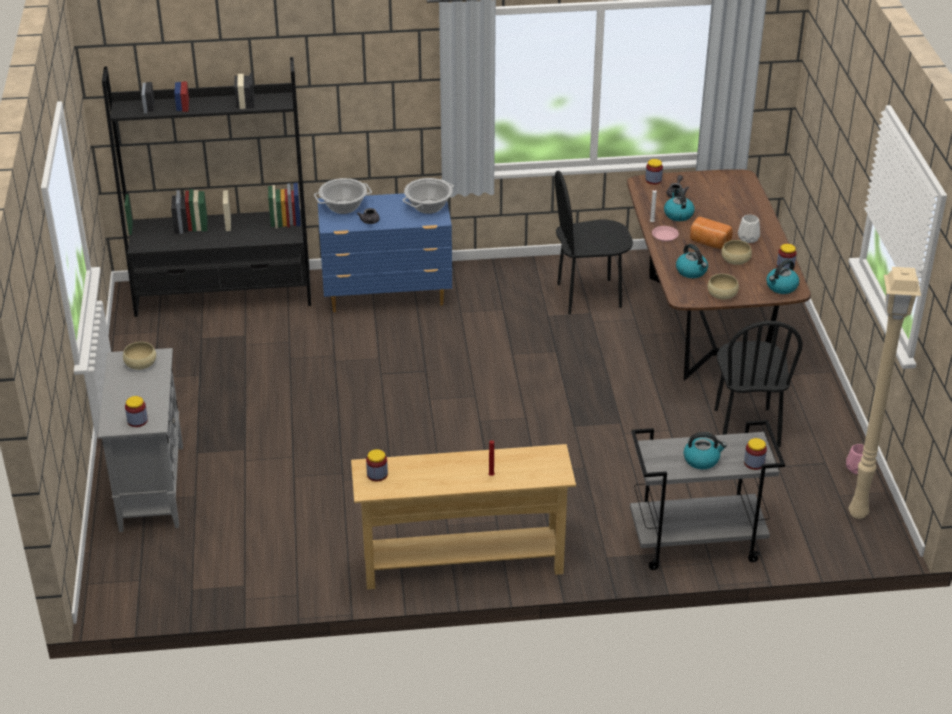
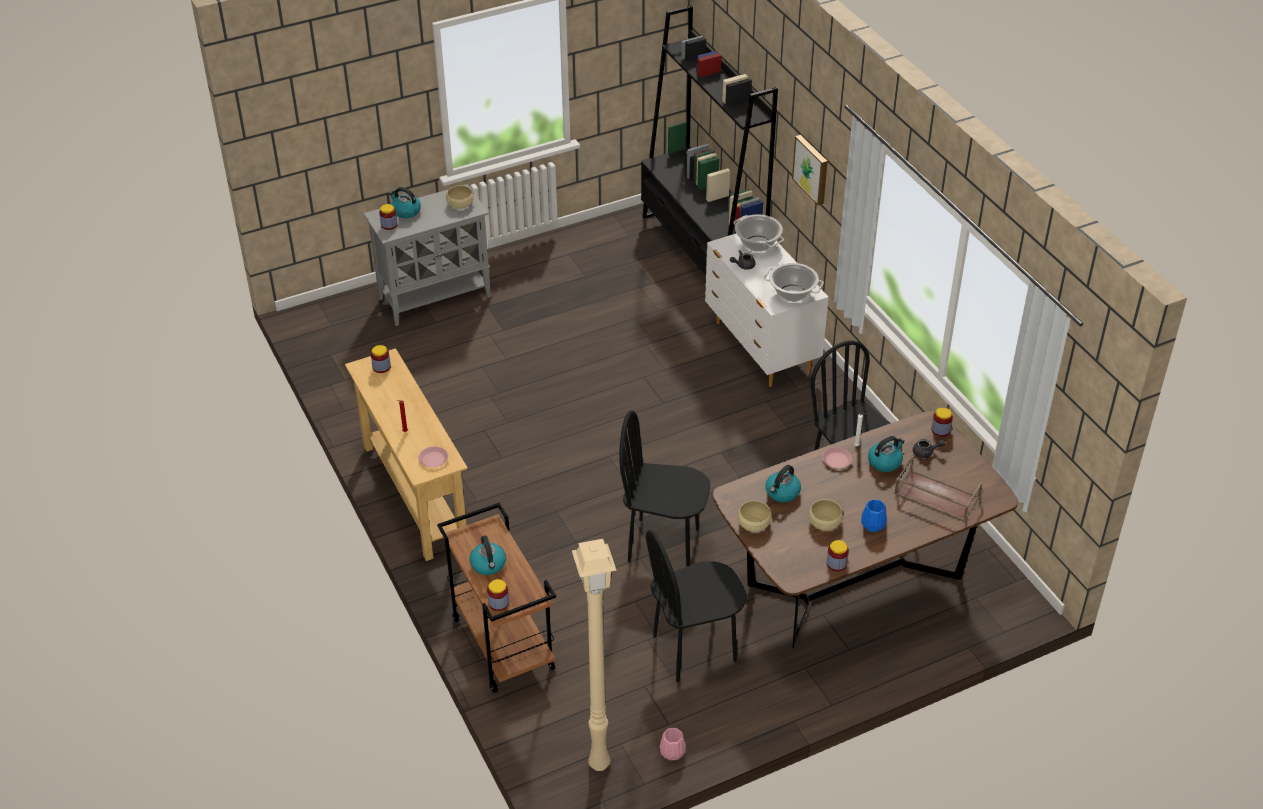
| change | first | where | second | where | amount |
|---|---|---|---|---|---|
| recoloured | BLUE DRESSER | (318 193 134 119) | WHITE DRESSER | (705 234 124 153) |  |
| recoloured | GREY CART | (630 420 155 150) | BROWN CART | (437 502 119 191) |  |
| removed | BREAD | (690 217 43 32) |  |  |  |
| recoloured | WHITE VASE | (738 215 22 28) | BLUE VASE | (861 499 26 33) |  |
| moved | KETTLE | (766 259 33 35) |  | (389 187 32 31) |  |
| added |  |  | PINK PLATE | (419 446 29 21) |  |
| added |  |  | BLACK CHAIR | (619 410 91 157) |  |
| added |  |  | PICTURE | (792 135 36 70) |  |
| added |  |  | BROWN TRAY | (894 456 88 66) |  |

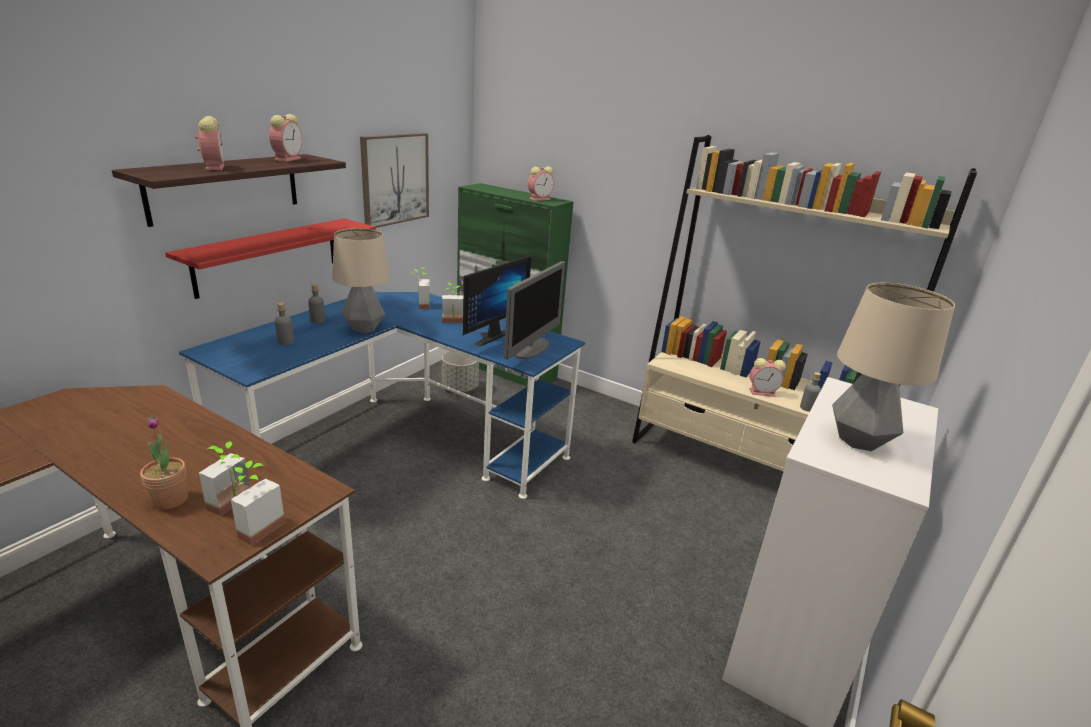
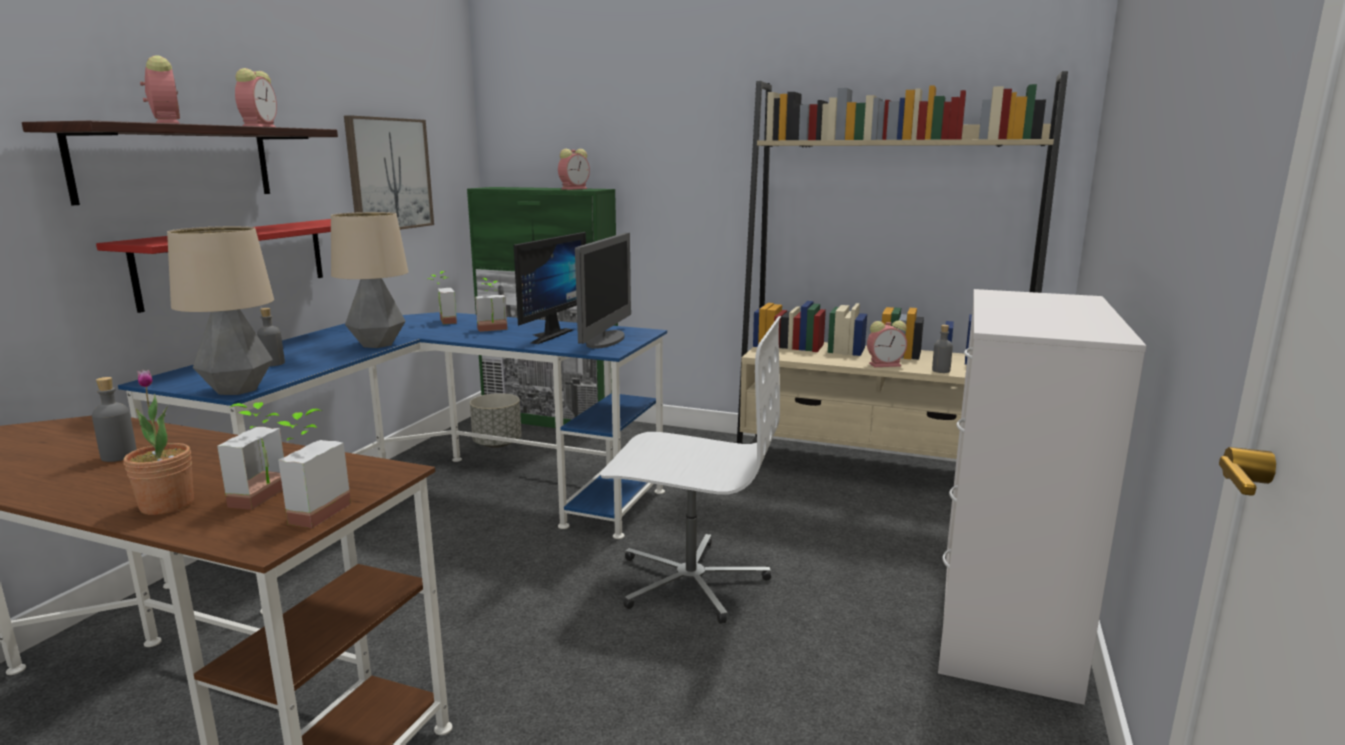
| change | first | where | second | where | amount |
|---|---|---|---|---|---|
| moved | GREY BOTTLE | (308 284 17 40) |  | (92 377 45 85) |  |
| moved | TABLE LAMP | (832 283 123 168) |  | (167 226 107 169) |  |
| added |  |  | WHITE OFFICE CHAIR | (601 316 180 308) |  |

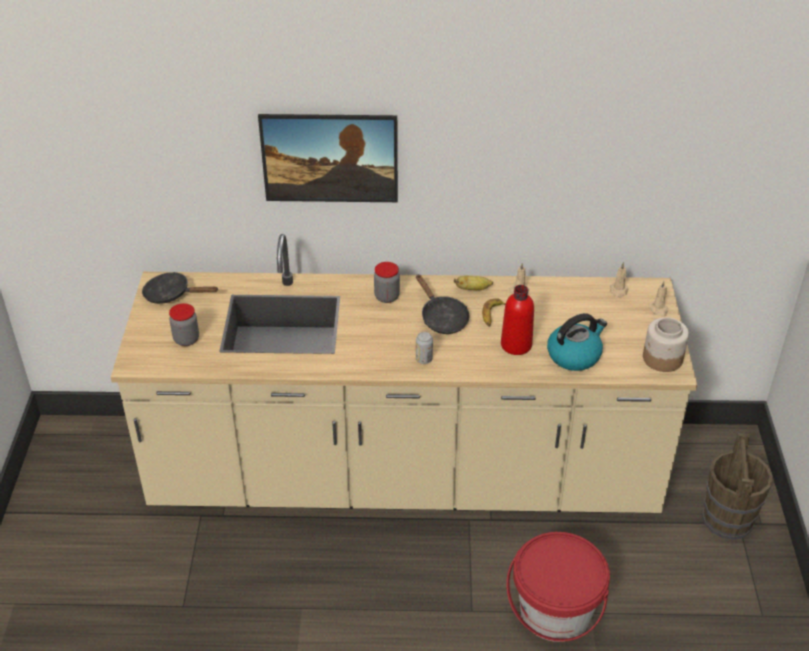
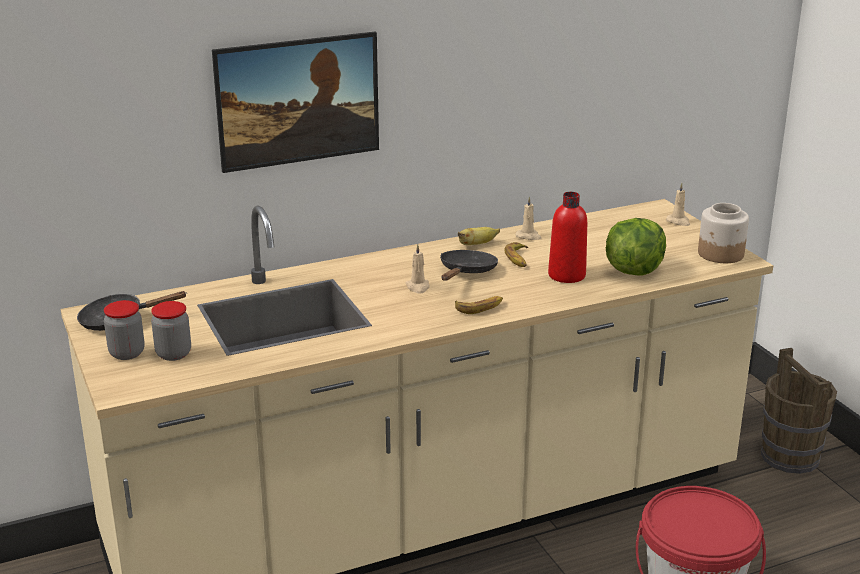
| change | first | where | second | where | amount |
|---|---|---|---|---|---|
| moved | JAR | (374 262 26 41) |  | (104 300 40 60) |  |
| turned | BLACK FRYING PAN | (416 274 53 60) |  | (440 250 58 31) | 105 degrees counterclockwise |
| replaced | CAN | (416 332 17 32) | BANANA | (455 296 48 18) |  |
| replaced | KETTLE | (547 313 60 58) | LETTUCE | (606 218 60 58) |  |
| moved | BEIGE CANDLE | (610 262 19 36) |  | (405 244 25 49) |  |

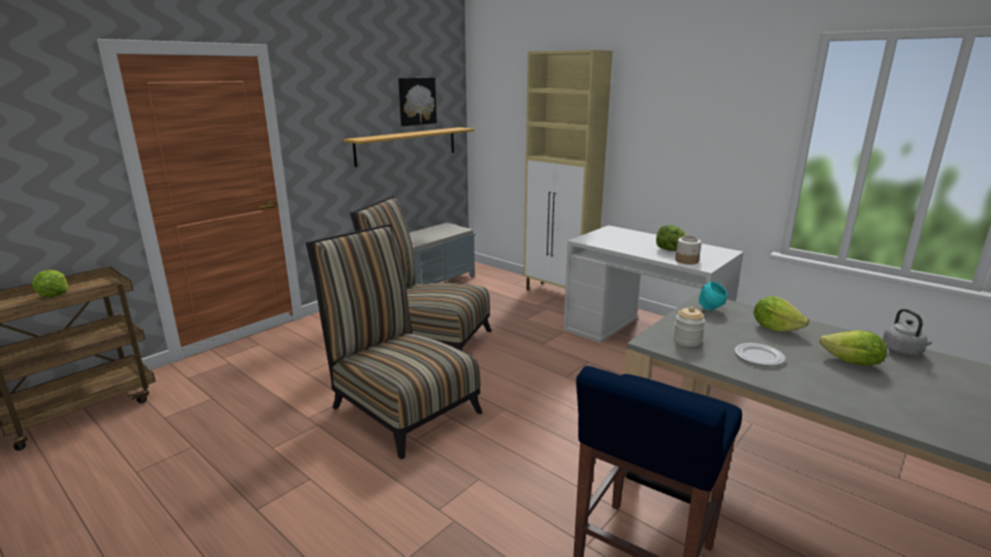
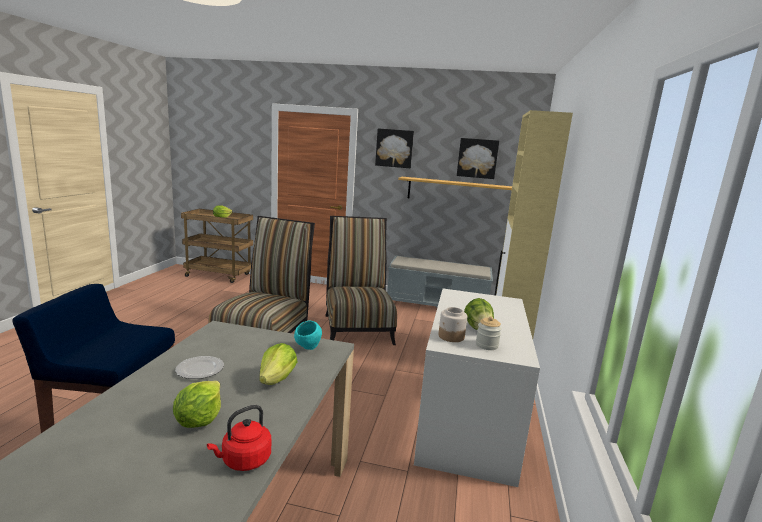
| change | first | where | second | where | amount |
|---|---|---|---|---|---|
| moved | JAR | (673 307 32 40) |  | (476 316 26 34) |  |
| recoloured | GREY KETTLE | (883 309 49 47) | RED KETTLE | (207 405 64 66) |  |
| added |  |  | PICTURE | (375 128 39 40) |  |

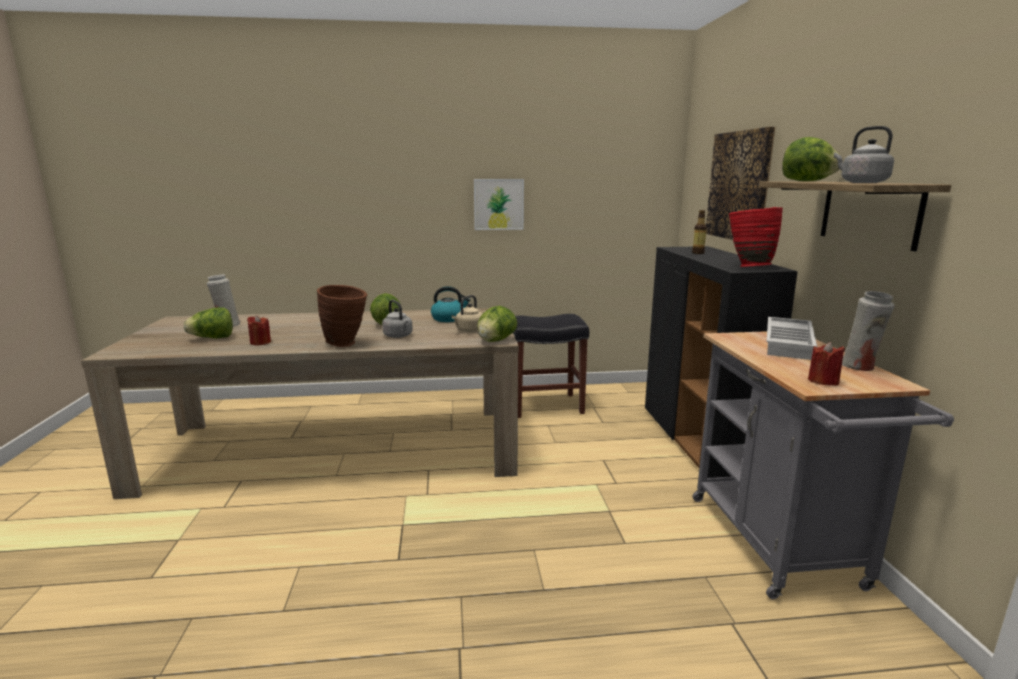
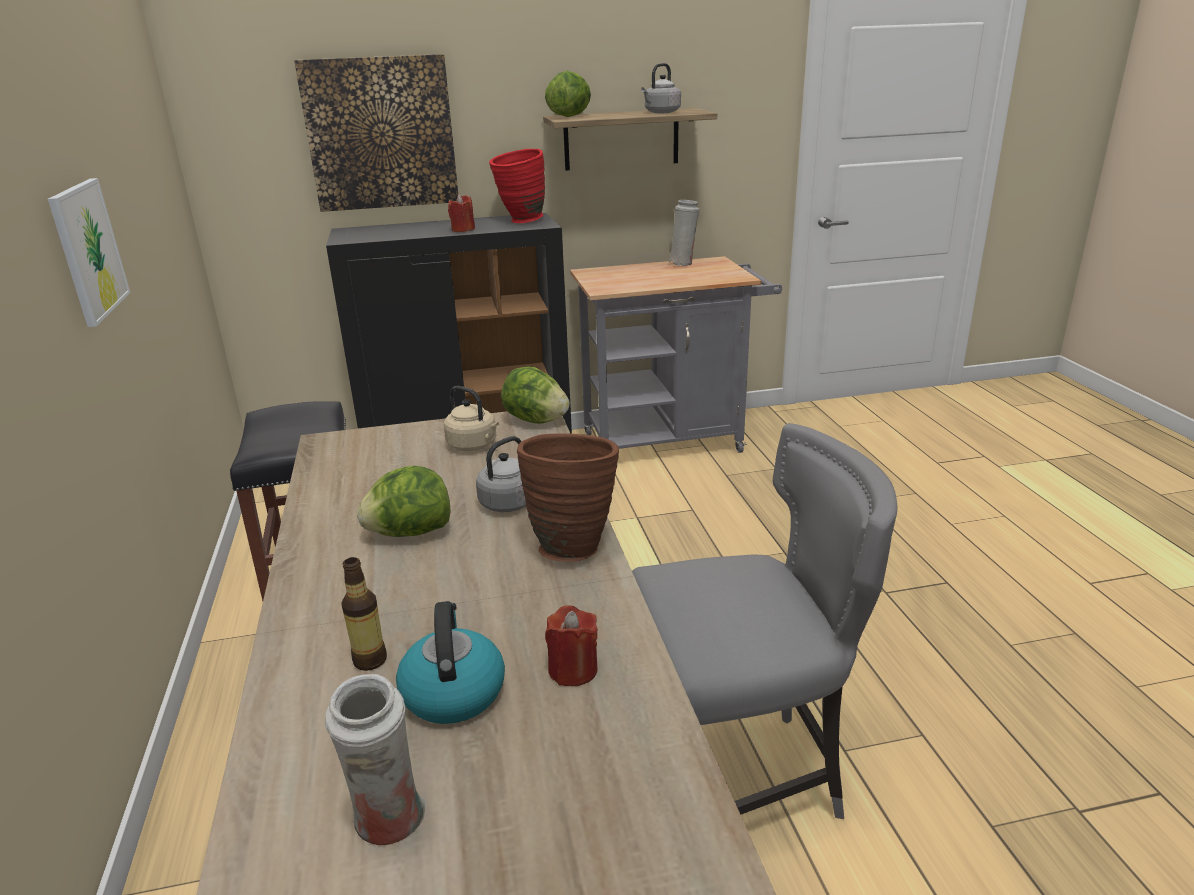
| change | first | where | second | where | amount |
|---|---|---|---|---|---|
| removed | LETTUCE | (183 307 50 31) |  |  |  |
| moved | KETTLE | (431 286 39 36) |  | (396 601 109 123) |  |
| moved | BOTTLE | (692 210 15 44) |  | (341 557 46 114) |  |
| removed | WHITE TRAY | (767 317 50 43) |  |  |  |
| moved | RED CANDLE | (808 342 37 44) |  | (448 195 27 37) |  |
| added |  |  | GREY CHAIR | (632 423 265 396) |  |

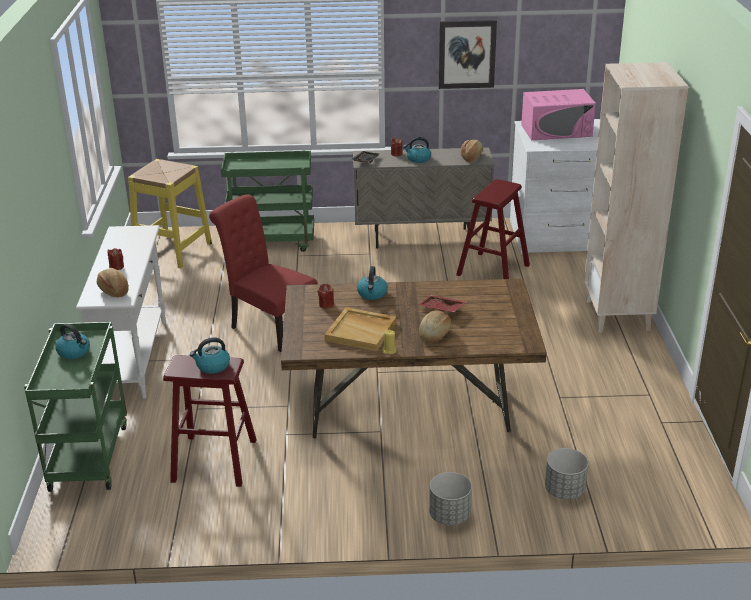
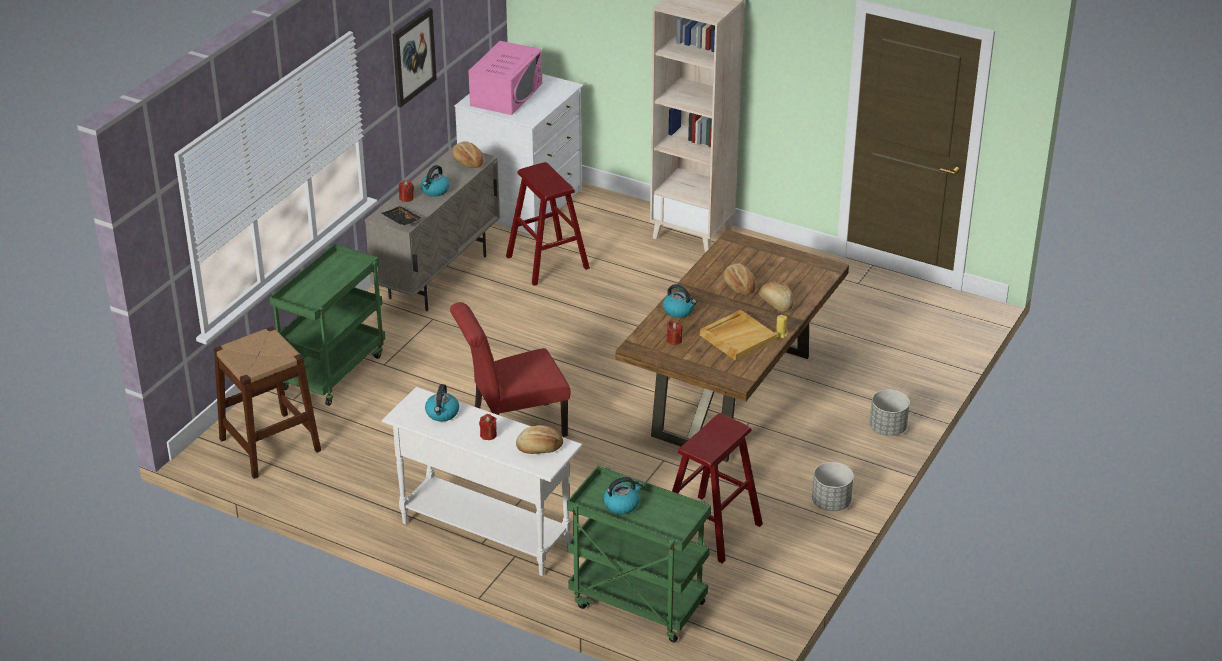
| change | first | where | second | where | amount |
|---|---|---|---|---|---|
| recoloured | YELLOW STOOL | (128 159 84 109) | BROWN STOOL | (214 327 107 152) |  |
| moved | KETTLE | (190 337 40 37) |  | (425 384 34 37) |  |
| replaced | RED TRAY | (418 295 49 17) | BREAD | (723 263 33 32) |  |
| moved | GREY PLANTER | (545 448 44 52) |  | (812 462 42 49) |  |

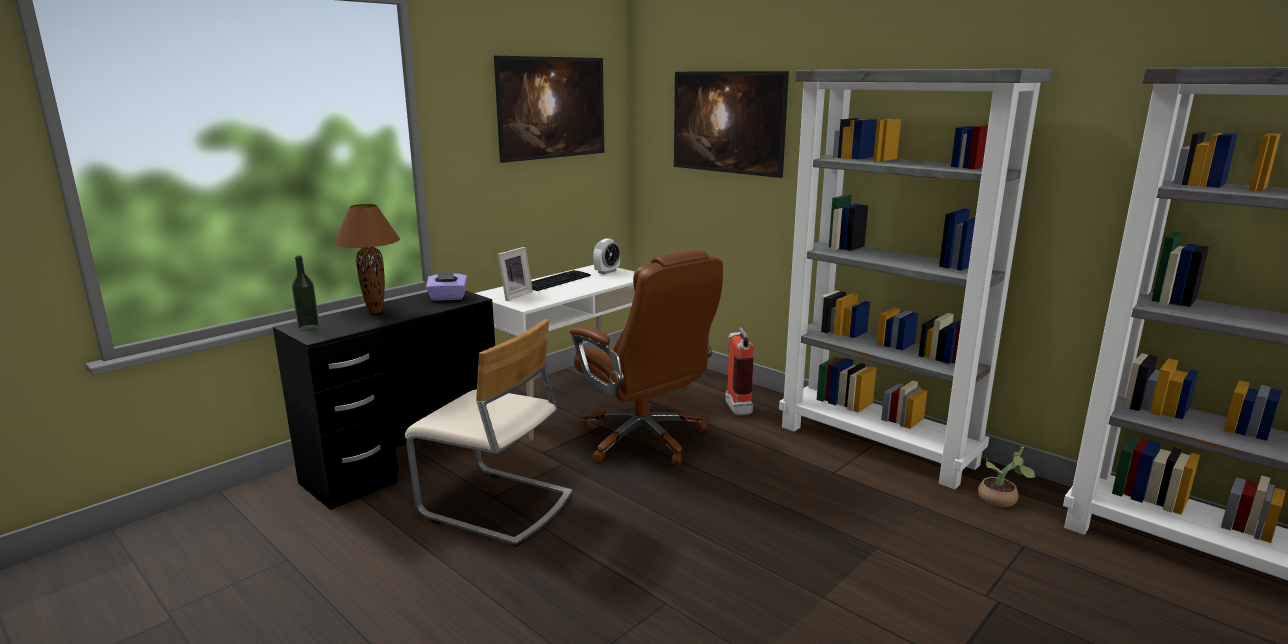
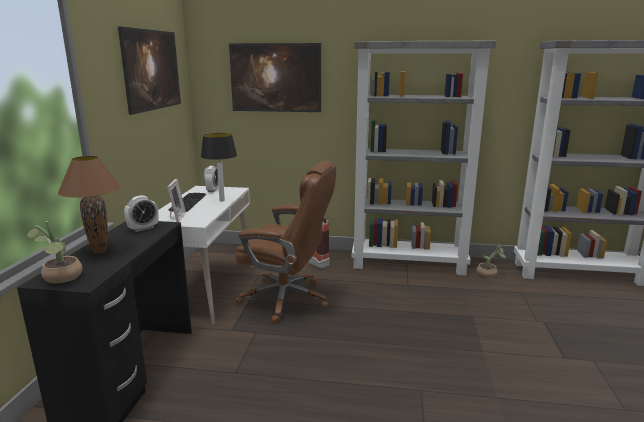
| change | first | where | second | where | amount |
|---|---|---|---|---|---|
| replaced | BOTTLE | (292 256 28 75) | POTTED PLANT | (27 221 56 63) |  |
| removed | BEIGE CHAIR | (405 319 167 228) |  |  |  |
| replaced | PURPLE TISSUE BOX | (426 270 41 31) | ALARM CLOCK | (124 195 35 37) |  |
| added |  |  | TABLE LAMP | (201 133 36 68) |  |

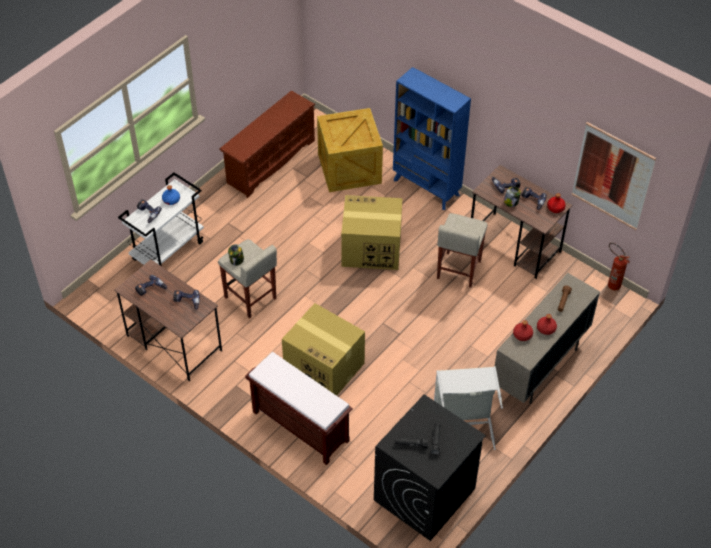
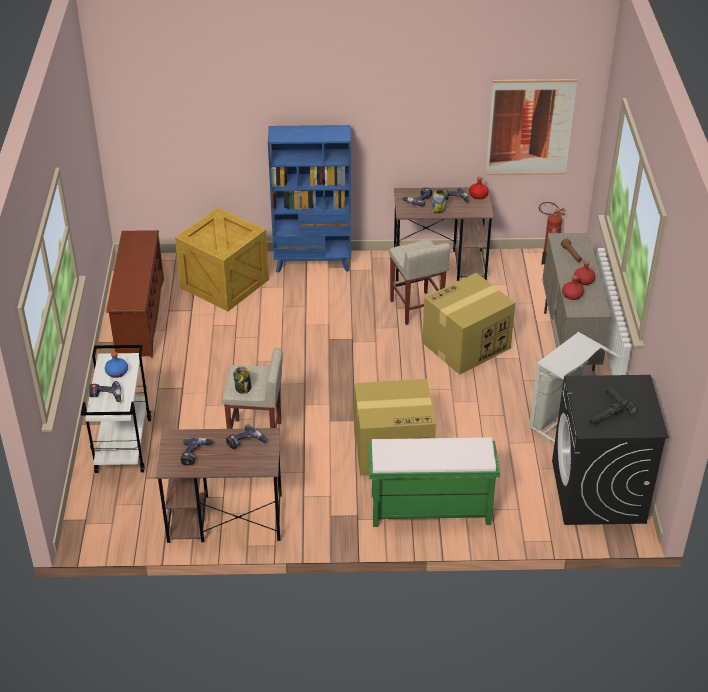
| change | first | where | second | where | amount |
|---|---|---|---|---|---|
| recoloured | BROWN BENCH | (245 352 108 113) | GREEN BENCH | (368 437 132 90) |  |
| moved | CARDBOARD BOX | (341 195 61 75) |  | (422 273 93 102) |  |

